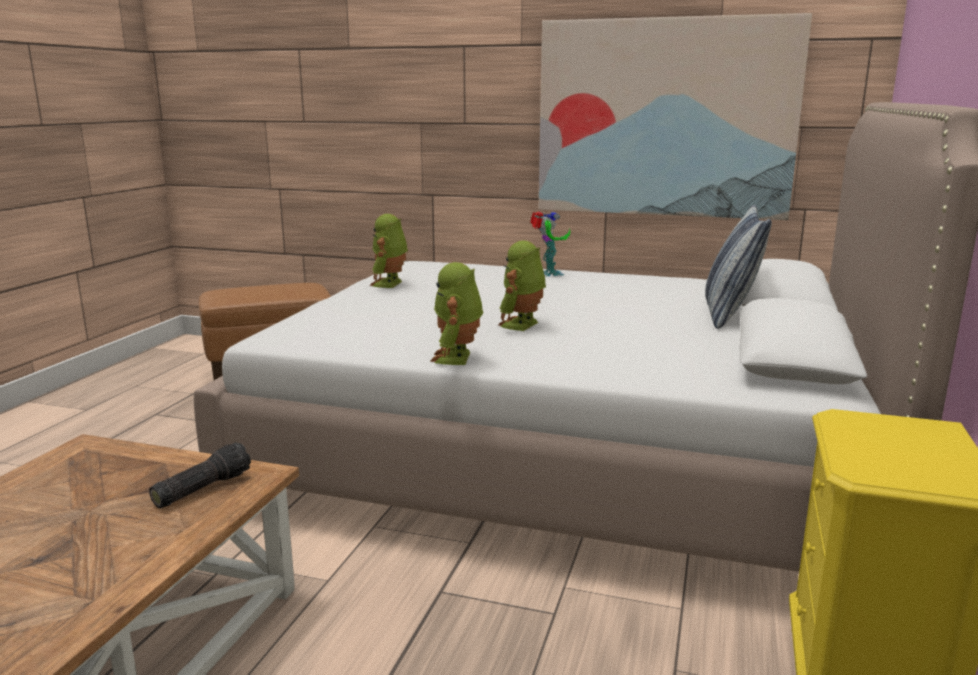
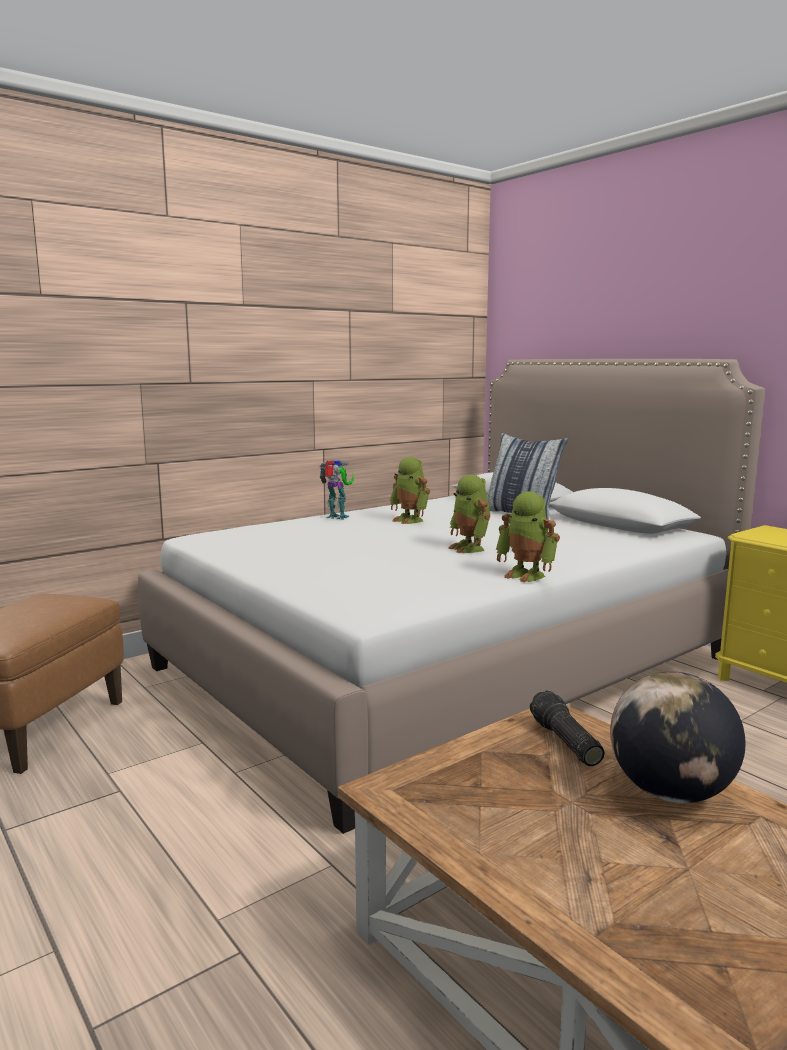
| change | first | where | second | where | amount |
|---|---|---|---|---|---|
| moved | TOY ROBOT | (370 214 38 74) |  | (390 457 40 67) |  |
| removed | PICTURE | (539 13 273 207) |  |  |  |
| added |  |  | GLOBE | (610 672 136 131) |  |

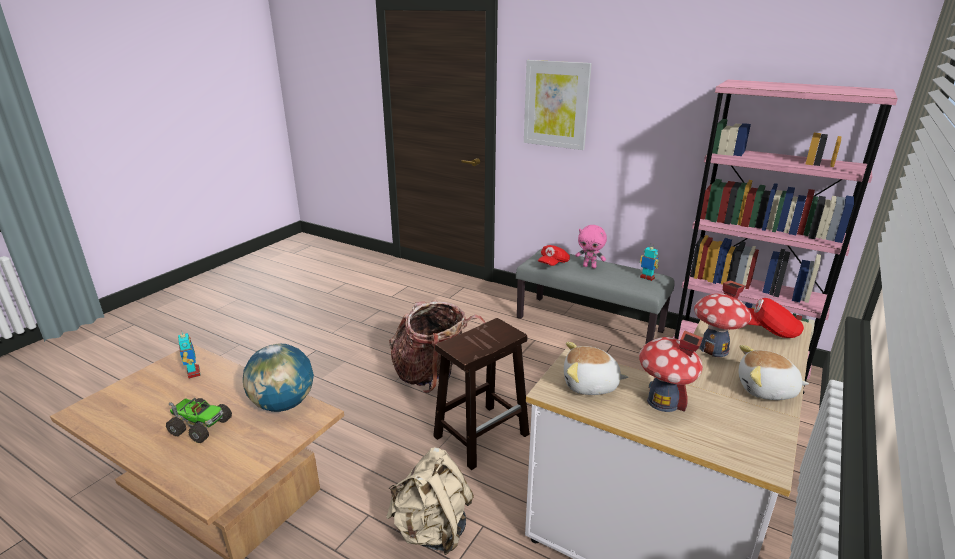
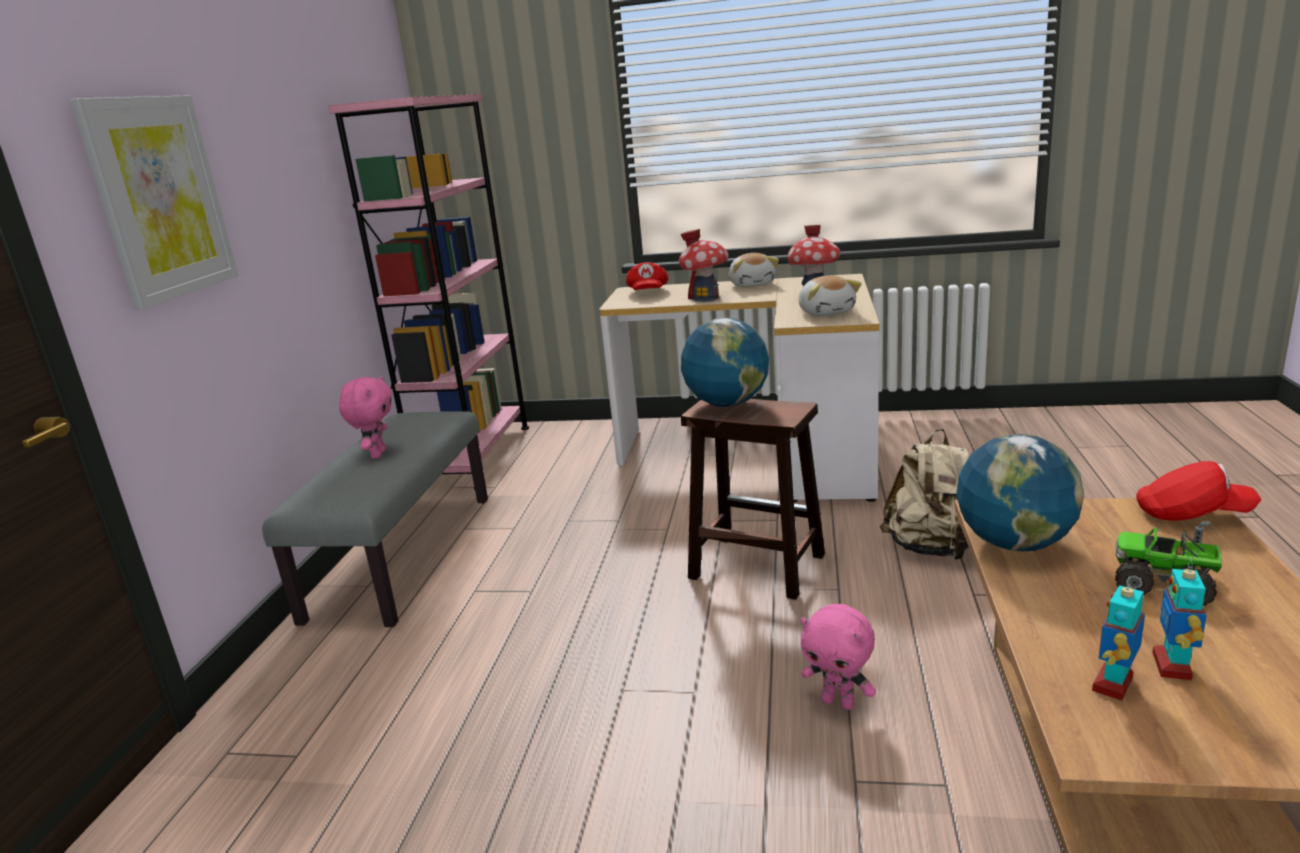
| change | first | where | second | where | amount |
|---|---|---|---|---|---|
| turned | TOY TRUCK | (166 398 66 45) |  | (1115 521 107 85) | 60 degrees counterclockwise |
| removed | BACKPACK | (389 300 97 93) |  |  |  |
| moved | RED CAP | (538 245 32 21) |  | (1136 461 125 60) |  |
| moved | TOY ROBOT | (640 243 19 38) |  | (1153 559 54 121) |  |
| added |  |  | GLOBE | (681 318 88 89) |  |
| added |  |  | PINK PLUSH TOY | (801 604 75 106) |  |

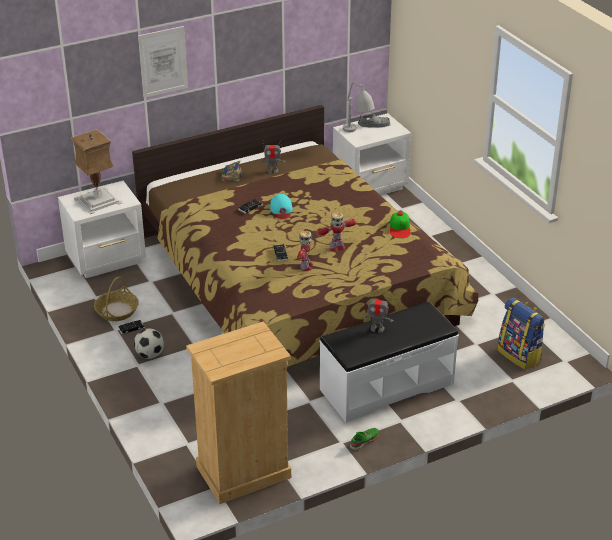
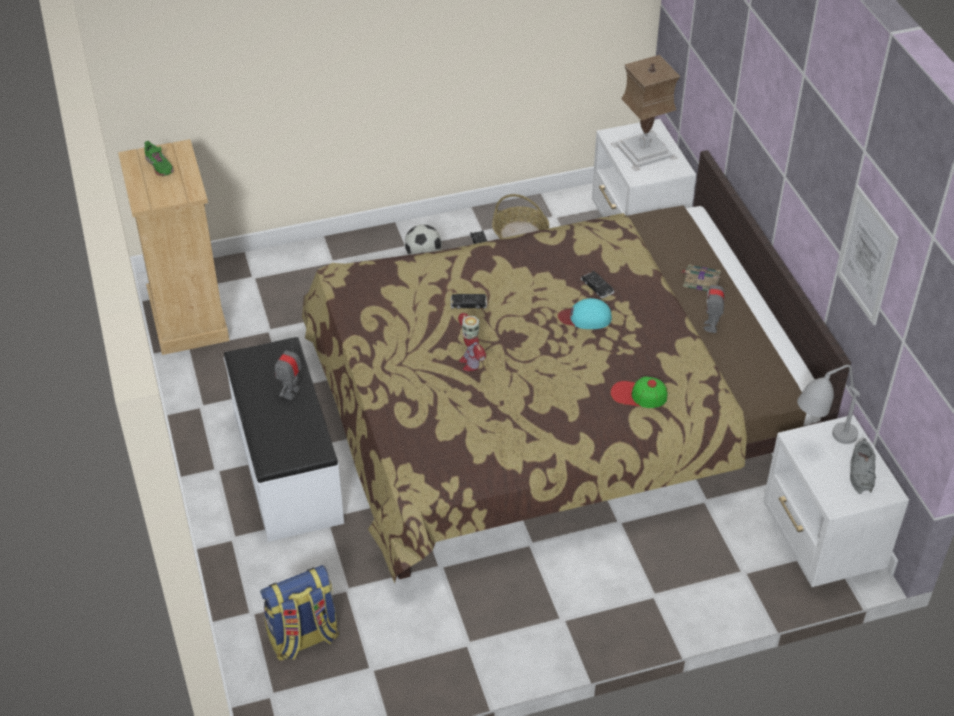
| change | first | where | second | where | amount |
|---|---|---|---|---|---|
| moved | PICTURE | (138 26 50 72) |  | (836 185 63 140) |  |
| removed | TOY ROBOT | (297 231 16 40) |  |  |  |
| moved | GREEN SHOE | (350 428 29 23) |  | (144 141 30 35) |  |
| moved | CAP | (390 212 21 26) |  | (610 376 57 32) |  |

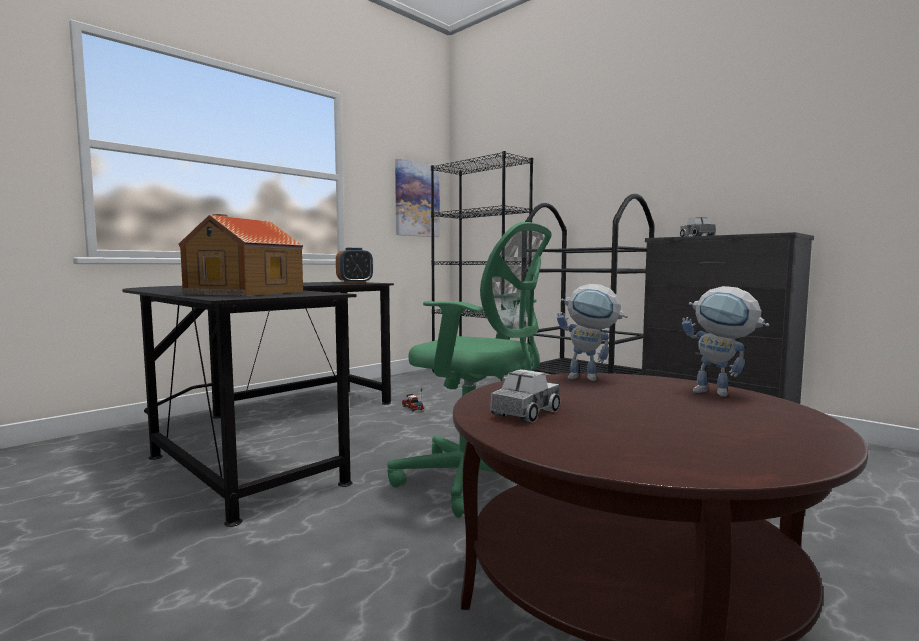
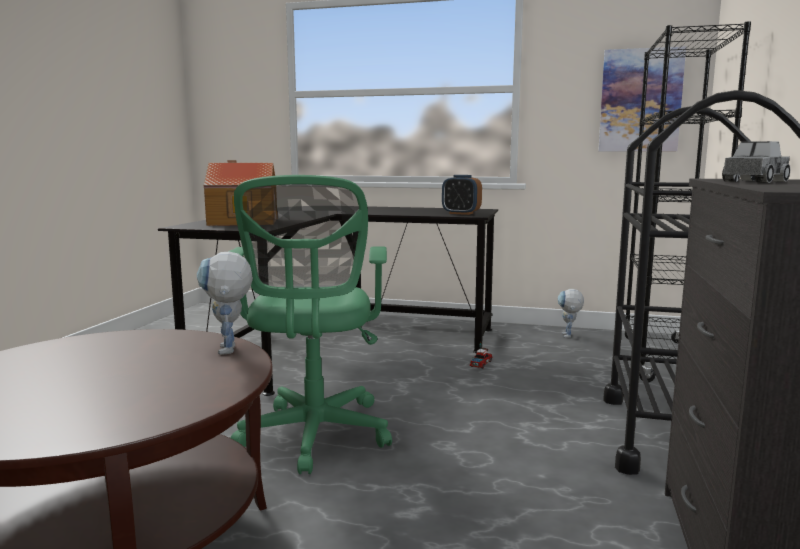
| change | first | where | second | where | amount |
|---|---|---|---|---|---|
| removed | TOY TRUCK | (490 369 70 54) |  |  |  |
| moved | TOY ROBOT | (682 286 87 111) |  | (558 289 26 49) |  |

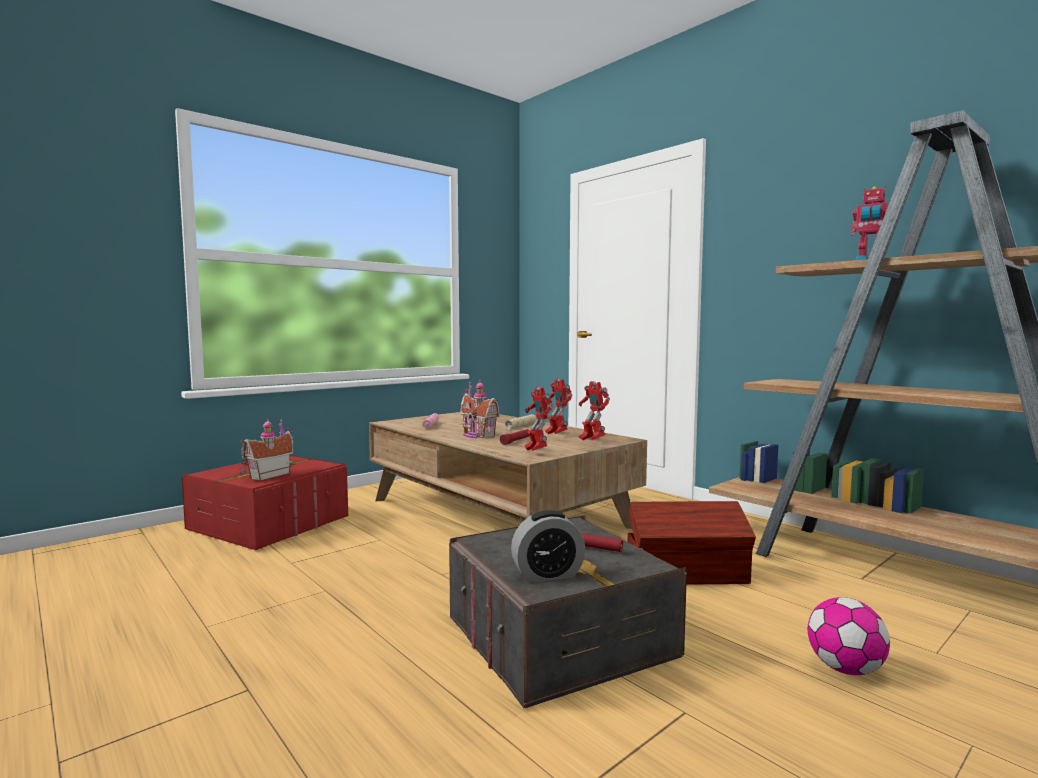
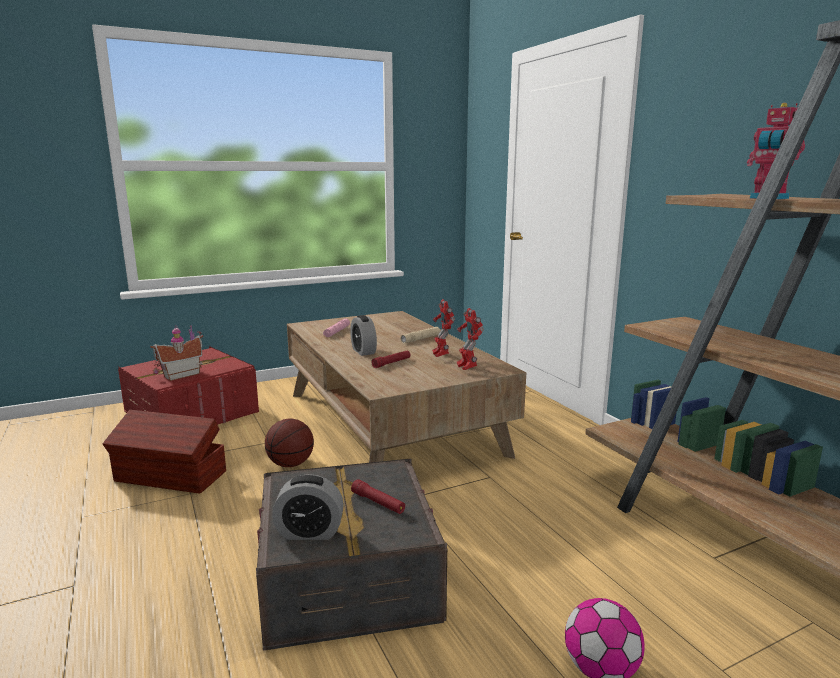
| change | first | where | second | where | amount |
|---|---|---|---|---|---|
| replaced | TOY HOUSE | (460 379 40 59) | ALARM CLOCK | (350 315 27 41) |  |
| removed | TOY ROBOT | (525 386 29 65) |  |  |  |
| moved | BROWN STORAGE BOX | (628 501 128 84) |  | (103 410 123 84) |  |
| added |  |  | BASKETBALL | (265 419 49 48) |  |

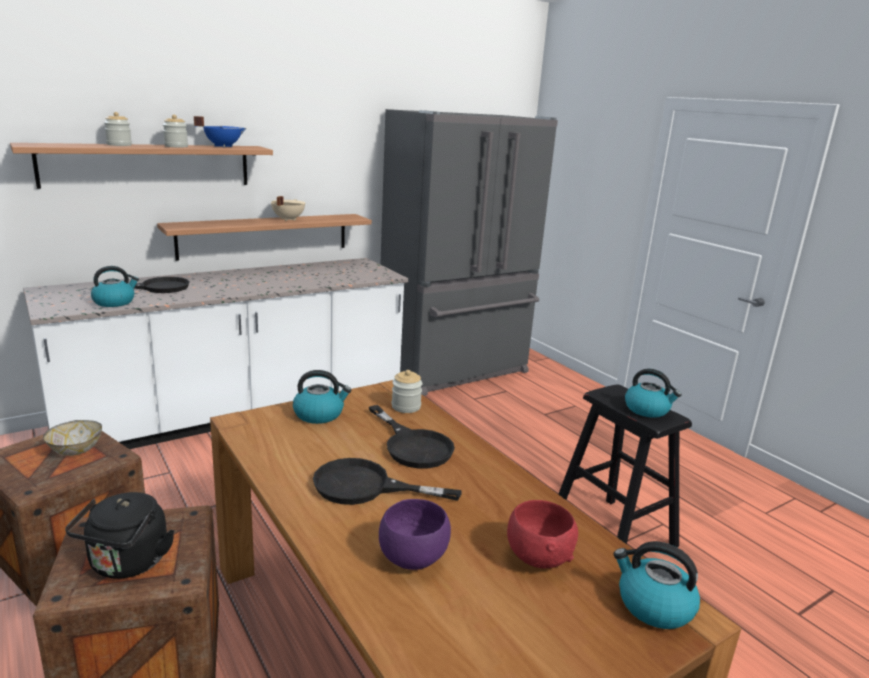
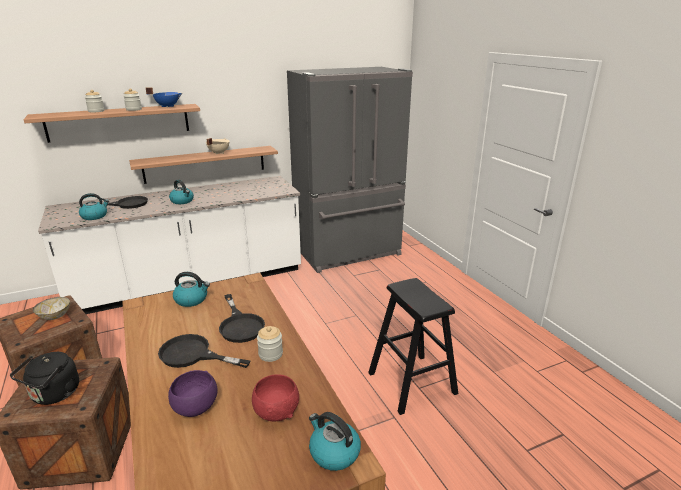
| change | first | where | second | where | amount |
|---|---|---|---|---|---|
| moved | JAR | (392 370 30 43) |  | (257 326 26 36) |  |
| moved | KETTLE | (625 369 57 49) |  | (169 180 25 24) |  |

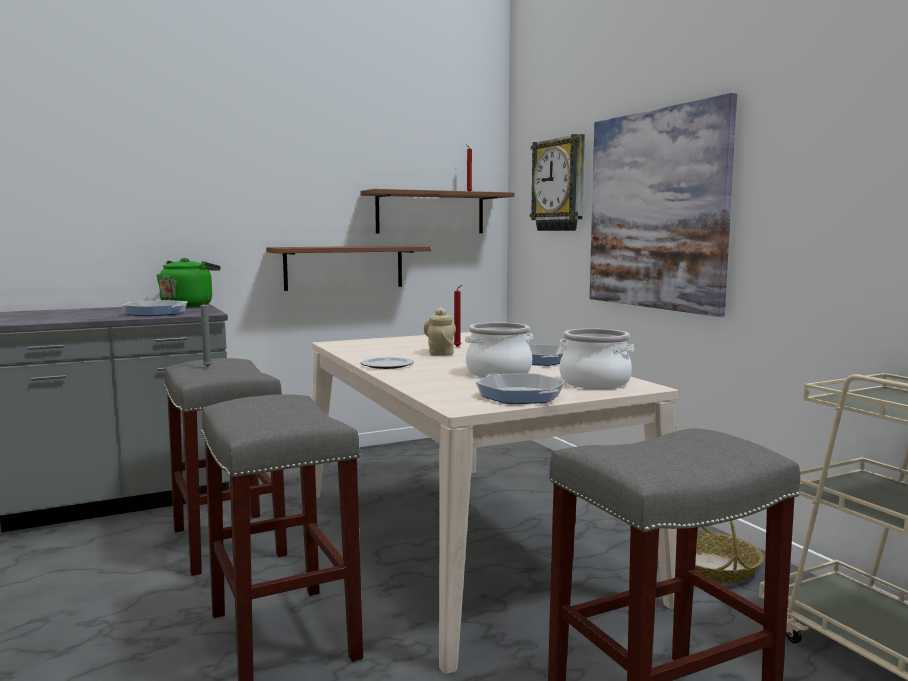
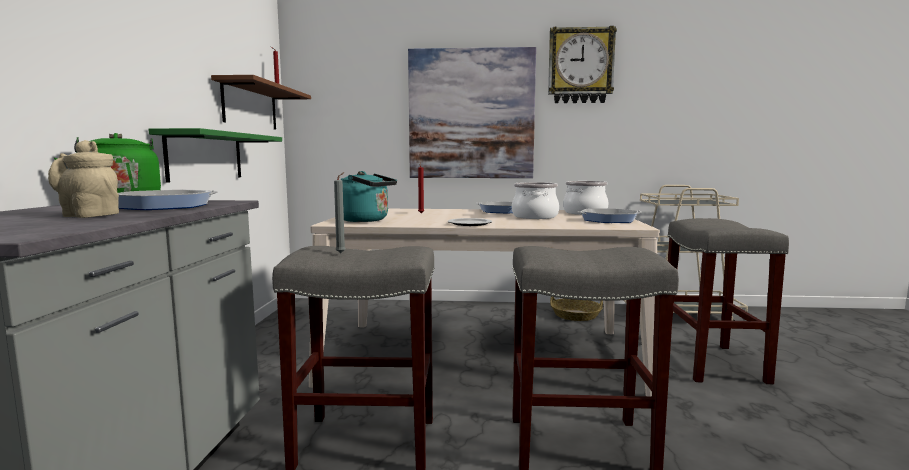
| change | first | where | second | where | amount |
|---|---|---|---|---|---|
| recoloured | BROWN SHELF | (266 246 165 45) | GREEN SHELF | (148 128 134 55) |  |
| moved | BEIGE TEAPOT | (424 307 32 49) |  | (48 140 71 78) |  |
| moved | WALL CLOCK | (530 134 55 97) |  | (548 26 69 77) |  |
| added |  |  | TURQUOISE KETTLE | (340 171 57 51) |  |

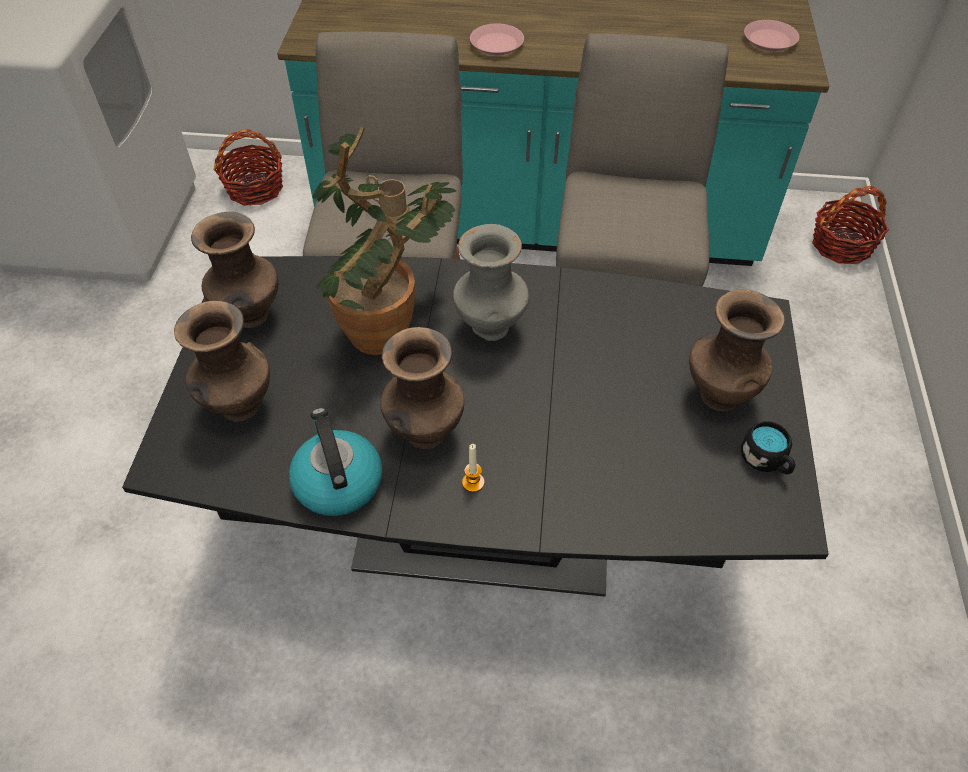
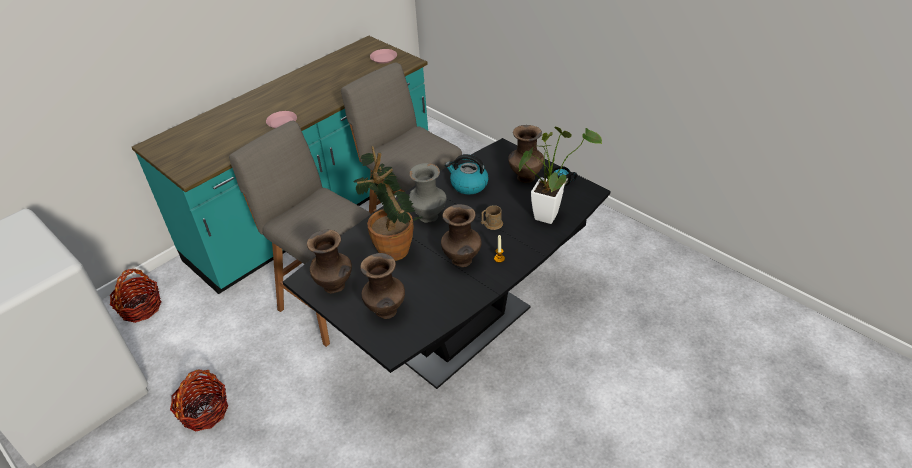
| change | first | where | second | where | amount |
|---|---|---|---|---|---|
| moved | KETTLE | (289 408 93 108) |  | (445 154 44 41) |  |
| moved | BROWN MUG | (366 175 44 47) |  | (481 205 22 25) |  |
| moved | BASKET | (812 186 77 78) |  | (170 370 58 61) |  |
| added |  |  | POTTED PLANT | (519 127 83 97) |  |

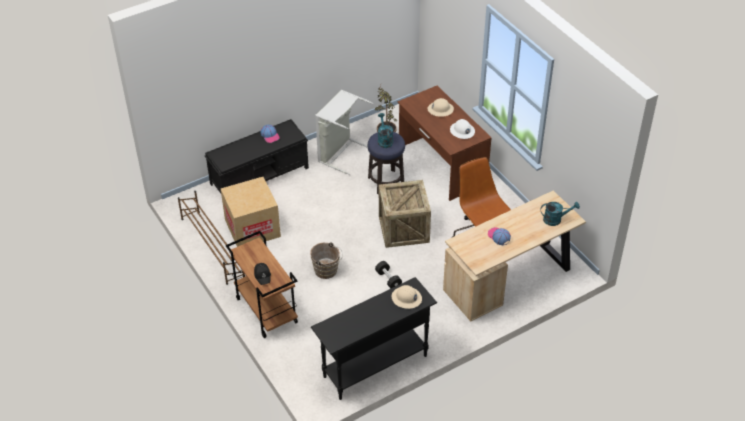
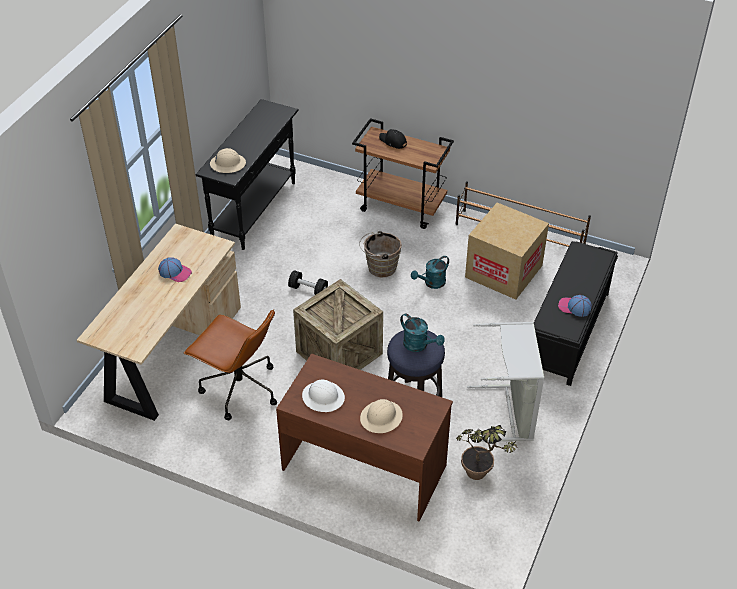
| change | first | where | second | where | amount |
|---|---|---|---|---|---|
| moved | TURQUOISE WATERING CAN | (540 202 40 24) |  | (411 256 38 33) |  |

